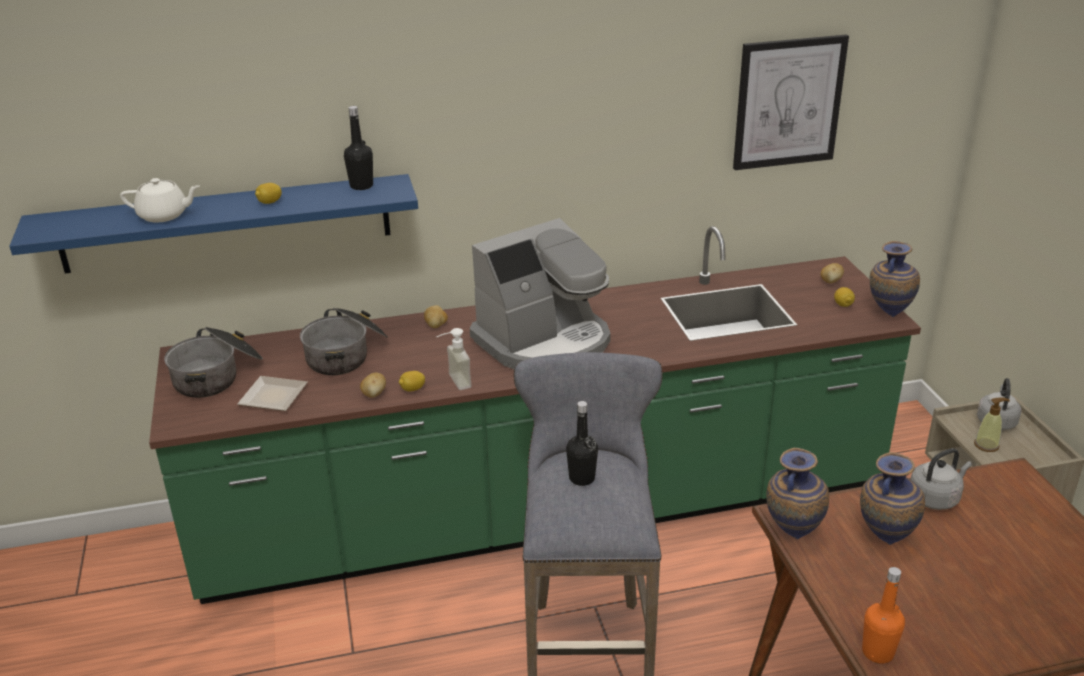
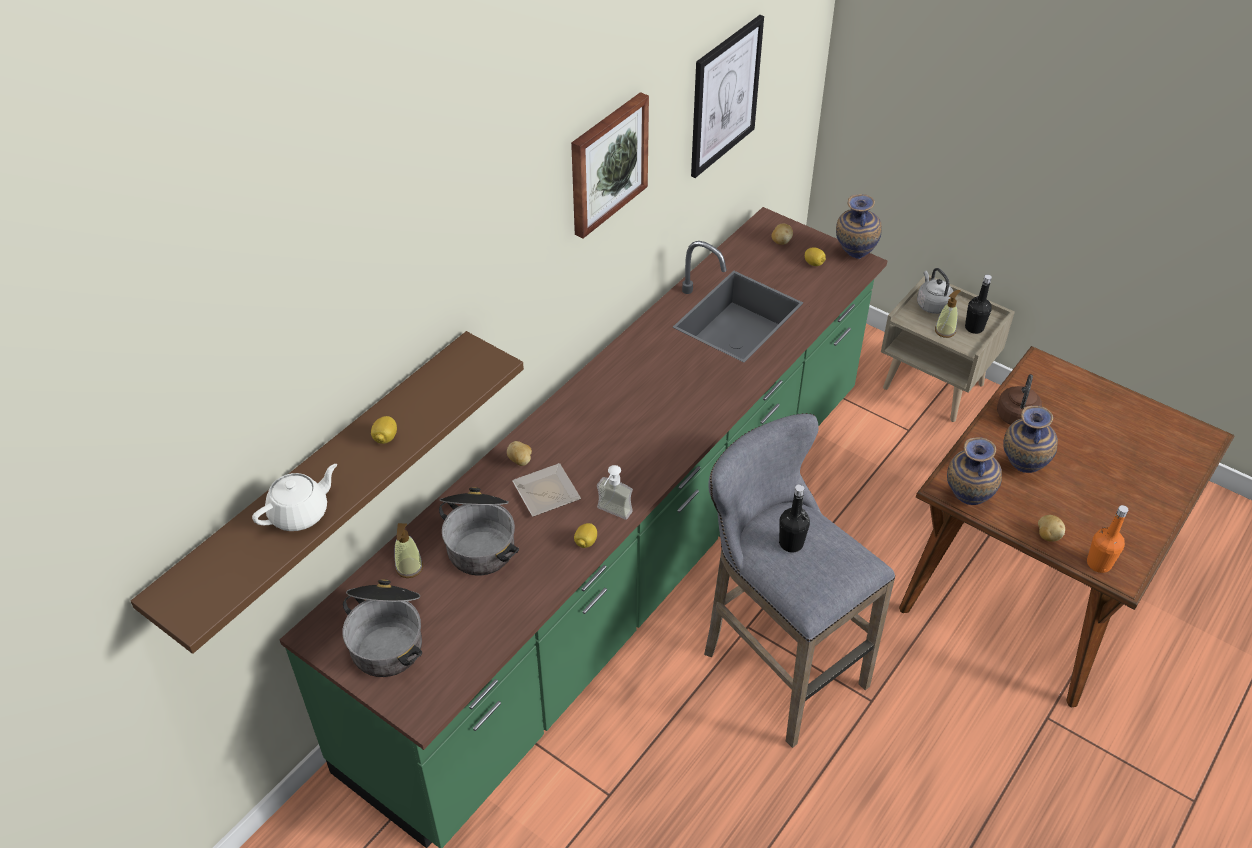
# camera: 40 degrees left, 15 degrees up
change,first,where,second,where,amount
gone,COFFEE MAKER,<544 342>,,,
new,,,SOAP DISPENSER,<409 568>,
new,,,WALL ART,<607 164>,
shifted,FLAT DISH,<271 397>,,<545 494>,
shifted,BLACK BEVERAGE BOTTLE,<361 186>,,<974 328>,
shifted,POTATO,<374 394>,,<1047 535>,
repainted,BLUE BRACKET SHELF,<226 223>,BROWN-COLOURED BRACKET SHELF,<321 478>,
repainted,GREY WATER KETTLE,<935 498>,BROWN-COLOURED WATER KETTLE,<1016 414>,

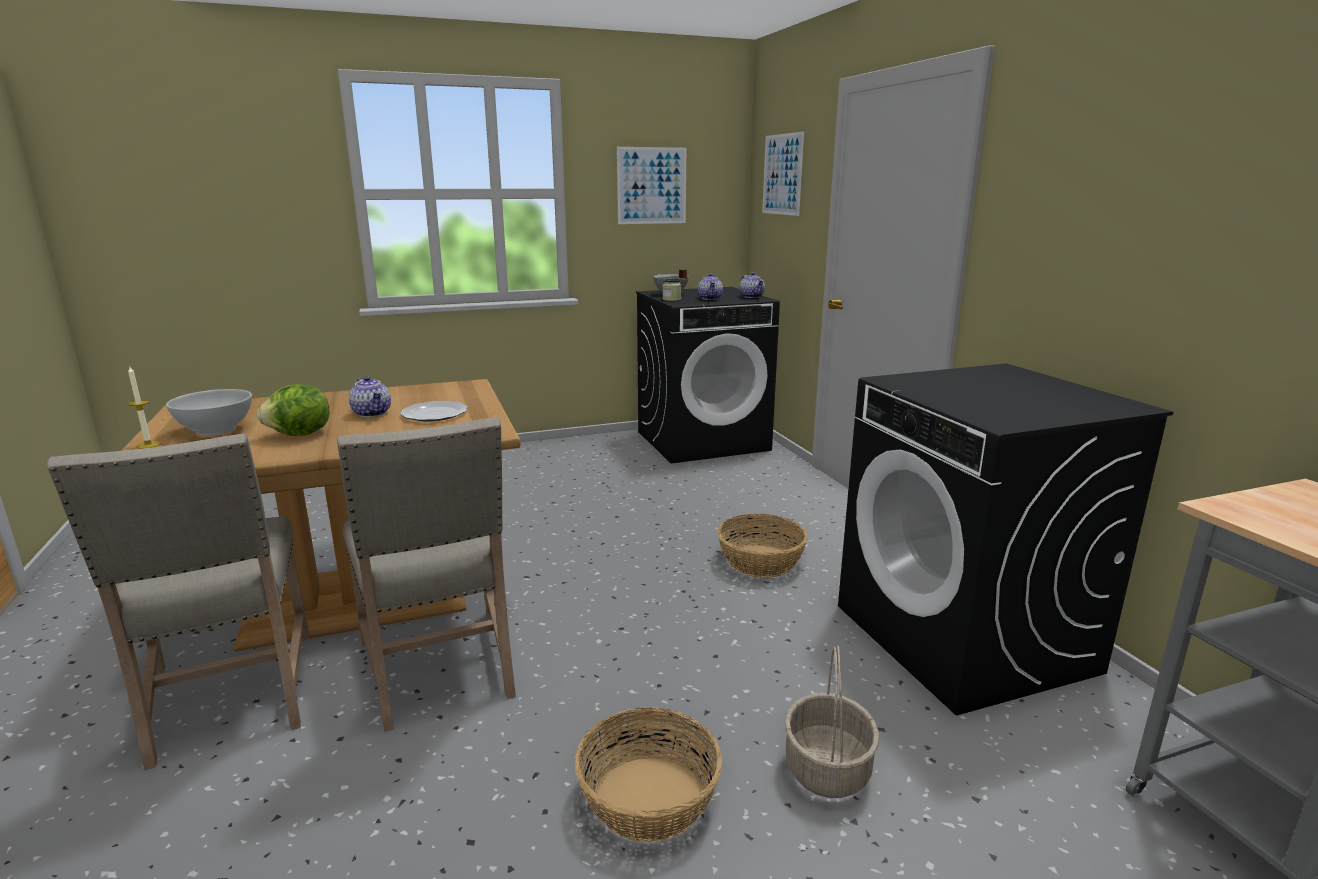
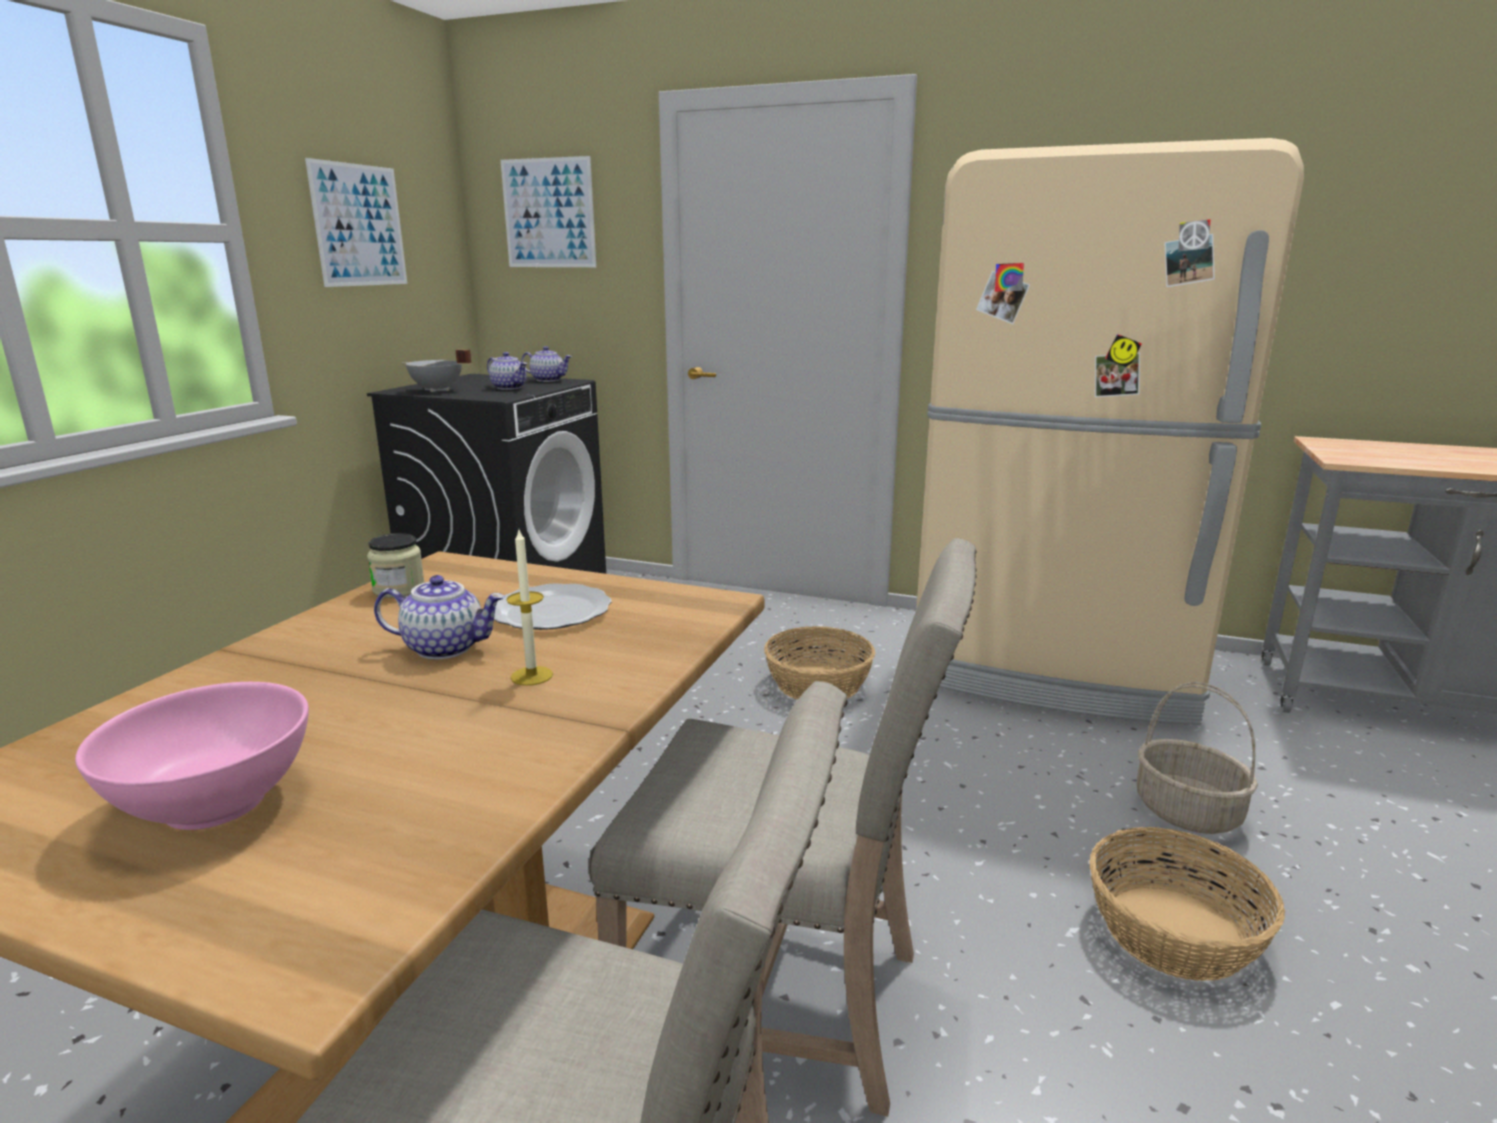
# camera: 50 degrees left, 0 degrees up
change,first,where,second,where,amount
gone,HEAD OF LETTUCE,<300 435>,,,
shifted,CANDLE,<148 445>,,<532 676>,
shifted,JAR,<671 299>,,<399 589>,
swapped,BLACK LAUNDRY MACHINE,<964 638>,SAND-COLOURED REFRIGERATOR,<1052 667>,
repainted,WHITE DEEP DISH,<215 430>,PINK-COLOURED DEEP DISH,<214 804>,

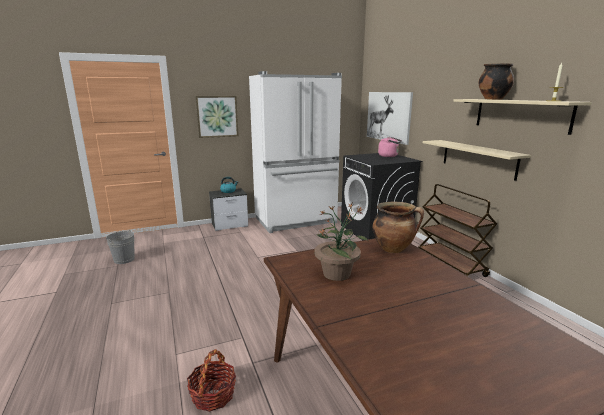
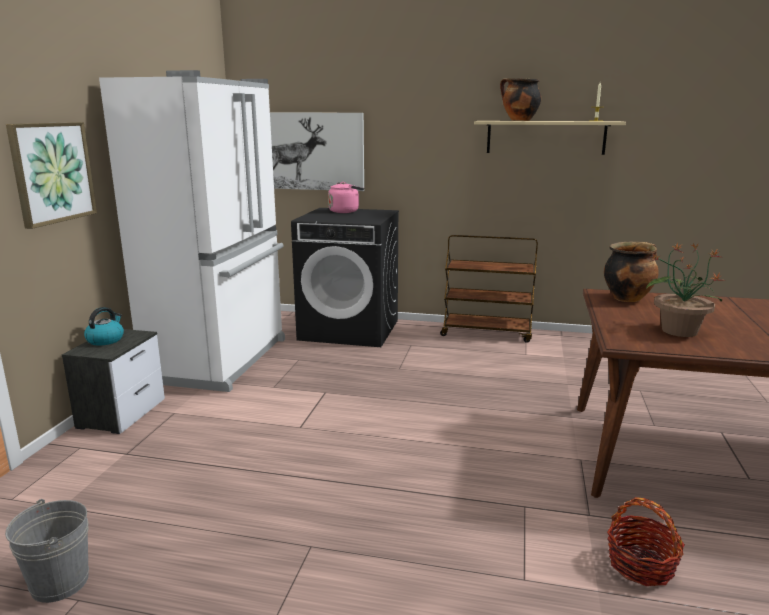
# camera: 55 degrees left, 0 degrees up
change,first,where,second,where,amount
gone,SAND-COLOURED BRACKET SHELF,<478 158>,,,

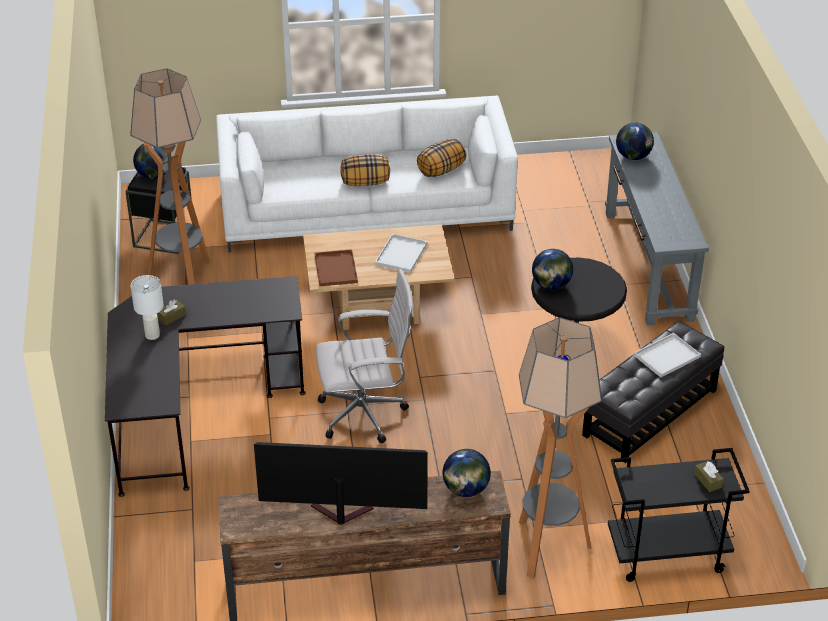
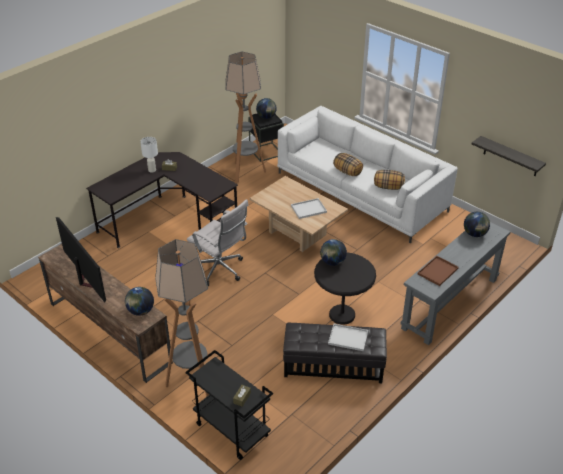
# camera: 50 degrees right, 0 degrees up
change,first,where,second,where,amount
new,,,BRACKET SHELF,<510 156>,
shifted,BROWN-COLOURED CARRYING TRAY,<336 269>,,<437 272>,

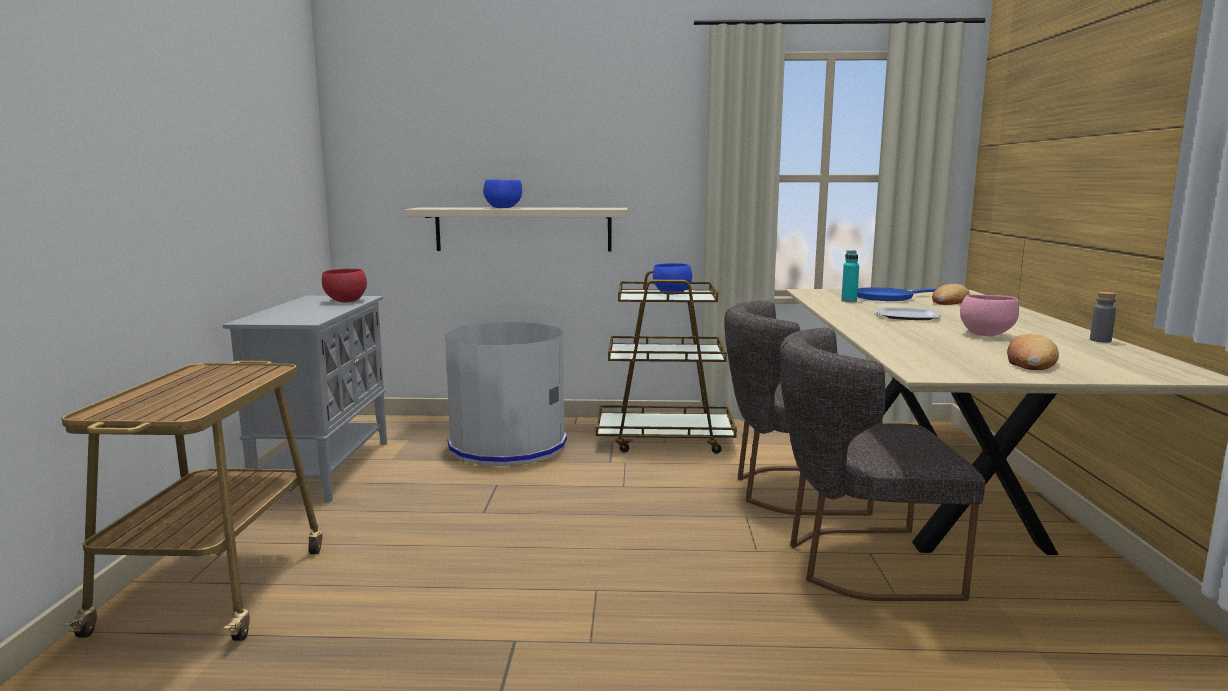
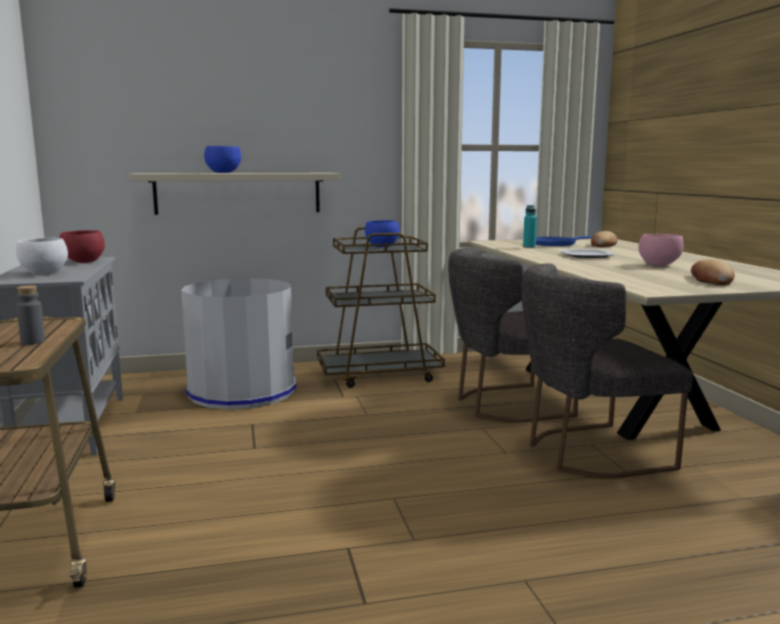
# camera: 15 degrees left, 0 degrees up
change,first,where,second,where,amount
new,,,WHITE DEEP DISH,<43 273>,
shifted,GREY BEVERAGE BOTTLE,<1100 340>,,<33 342>,

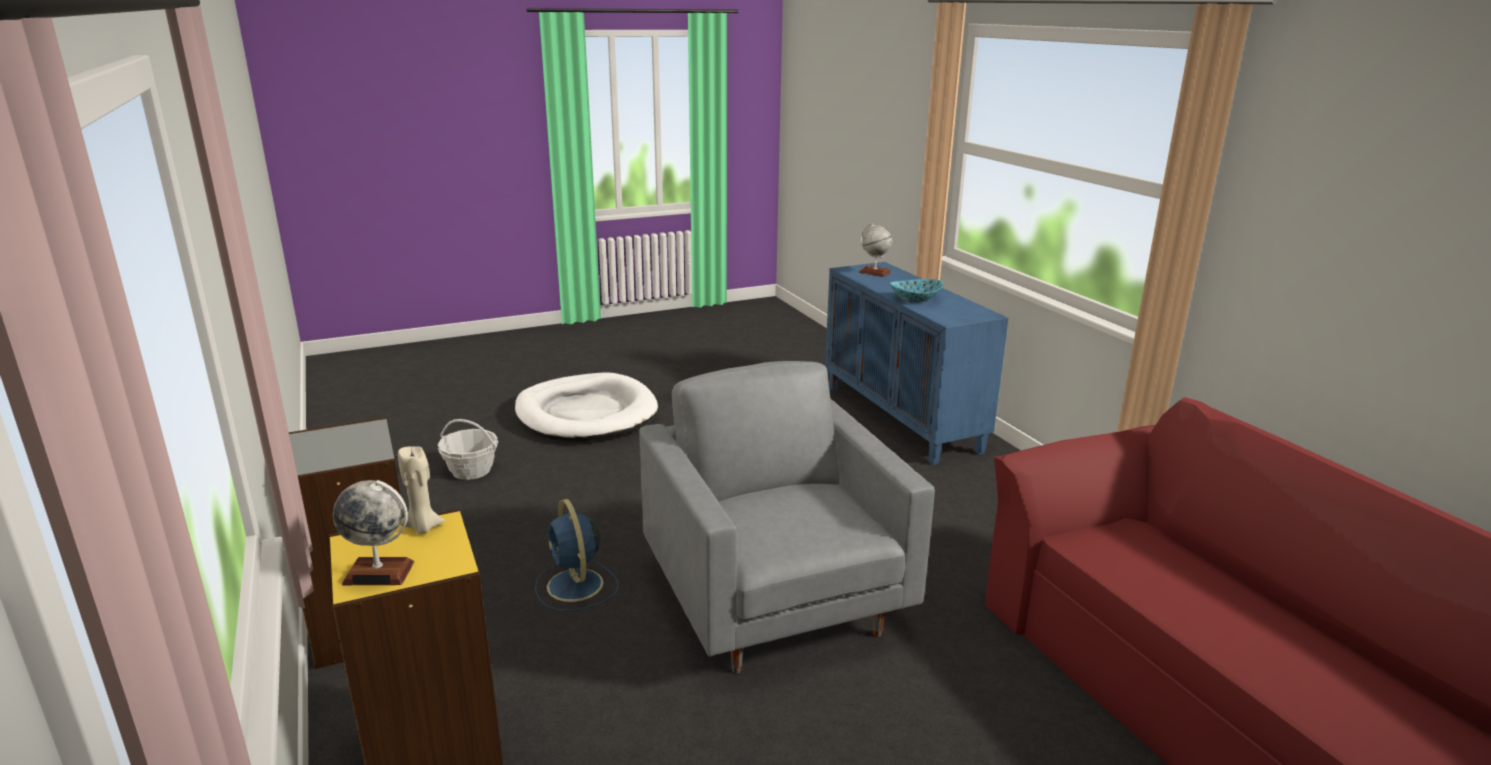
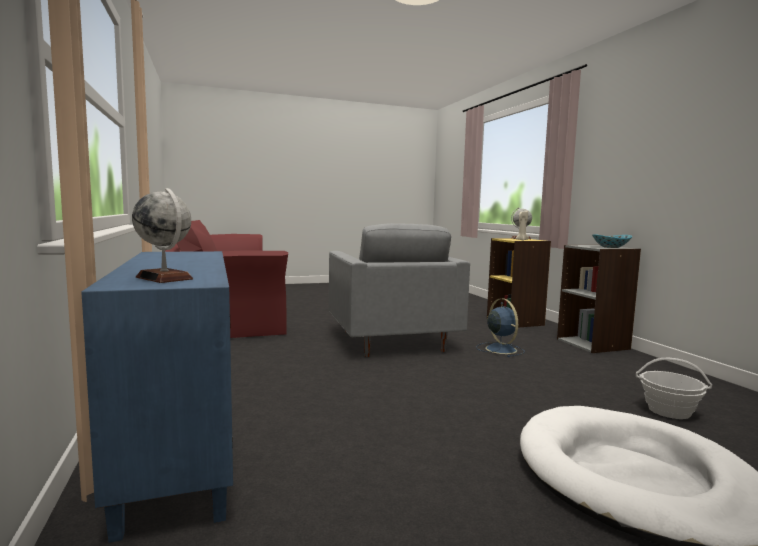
# camera: 175 degrees left, 15 degrees down
change,first,where,second,where,amount
shifted,DEEP DISH,<915 300>,,<610 247>,

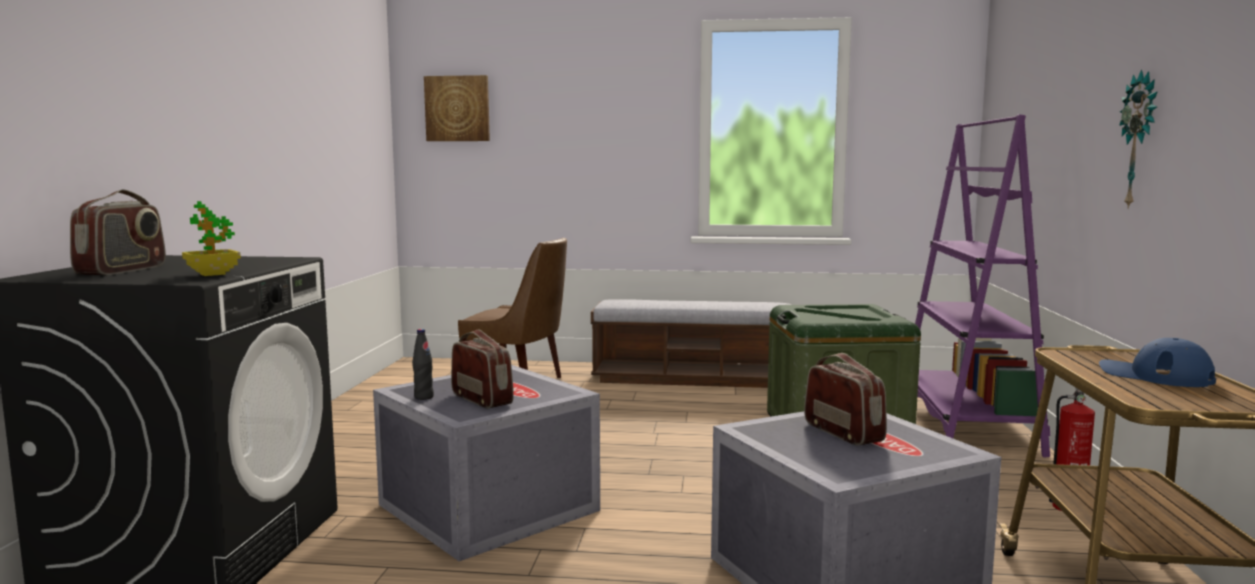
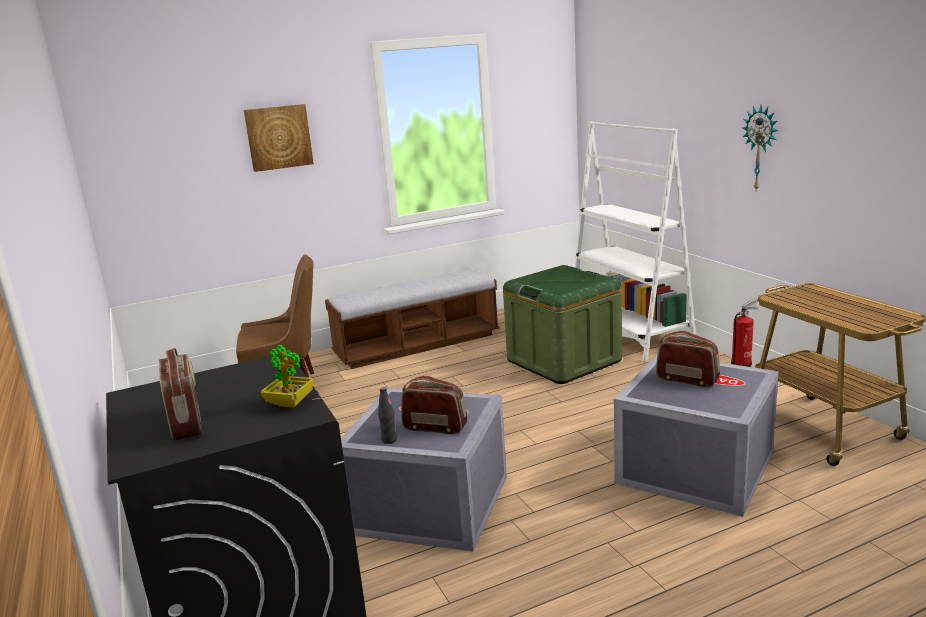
# camera: 30 degrees left, 10 degrees up
change,first,where,second,where,amount
gone,BLUE CAP,<1154 375>,,,
shifted,WALL ART,<457 108>,,<278 137>,
repainted,PURPLISH BOOKSHELF,<966 424>,WHITE BOOKSHELF,<629 334>,

